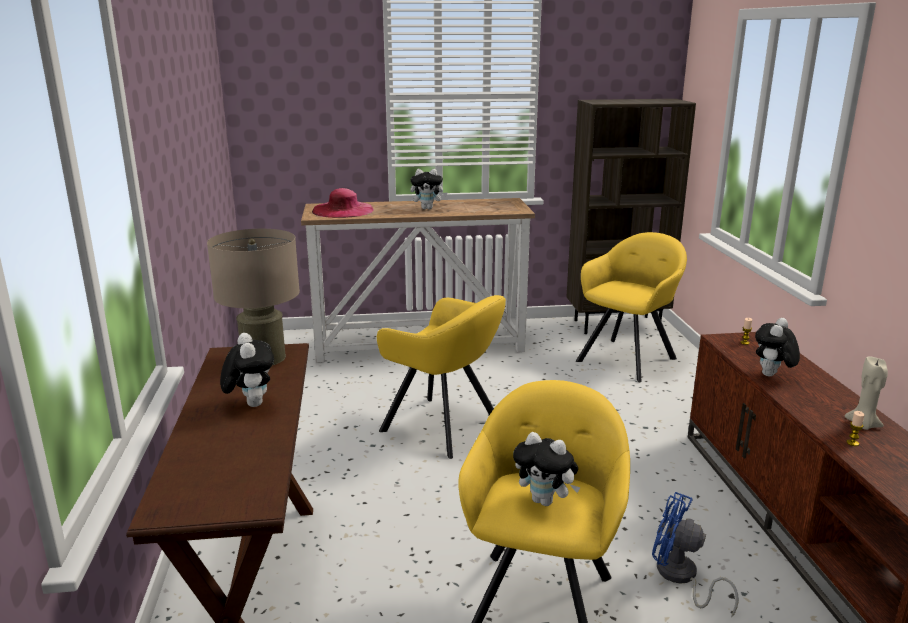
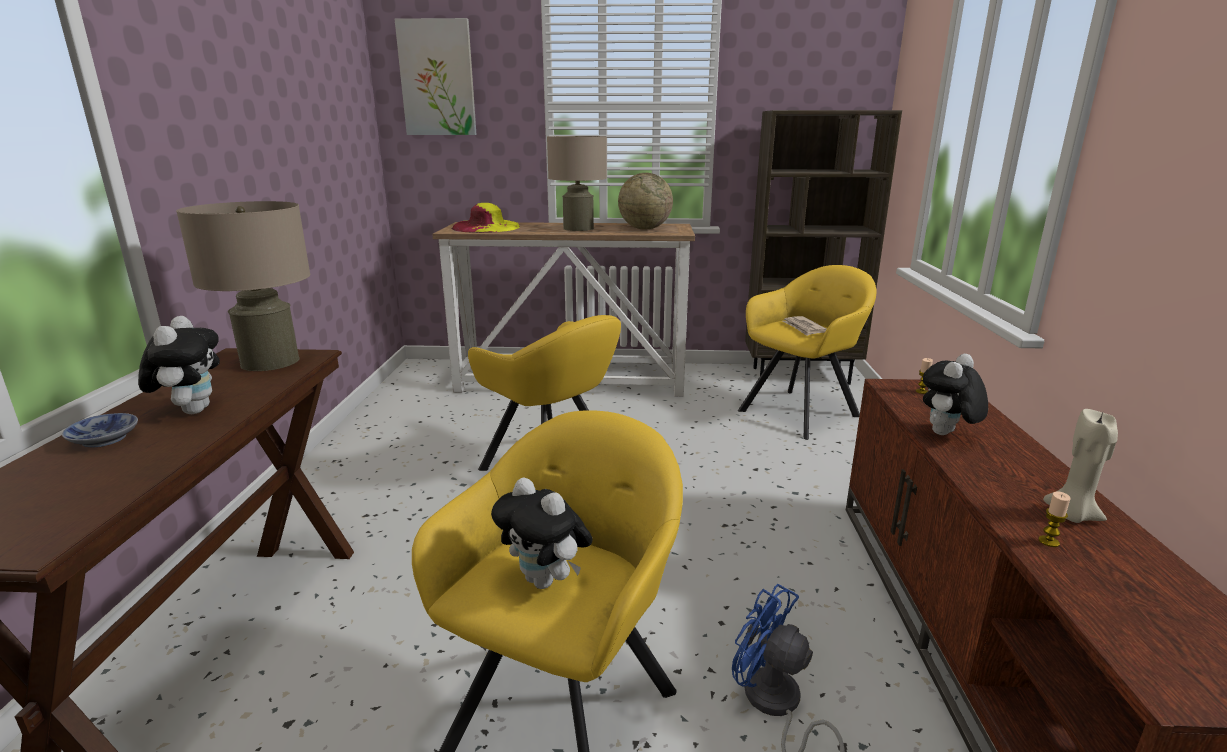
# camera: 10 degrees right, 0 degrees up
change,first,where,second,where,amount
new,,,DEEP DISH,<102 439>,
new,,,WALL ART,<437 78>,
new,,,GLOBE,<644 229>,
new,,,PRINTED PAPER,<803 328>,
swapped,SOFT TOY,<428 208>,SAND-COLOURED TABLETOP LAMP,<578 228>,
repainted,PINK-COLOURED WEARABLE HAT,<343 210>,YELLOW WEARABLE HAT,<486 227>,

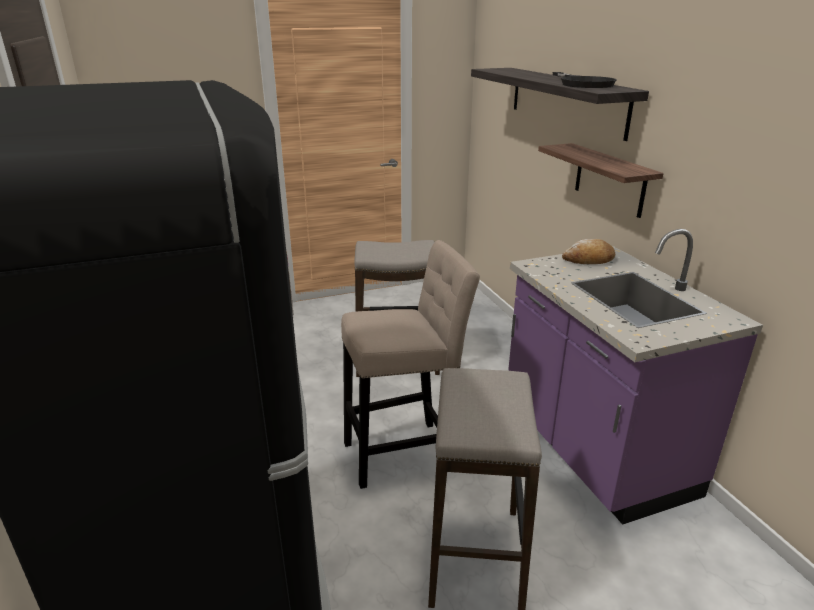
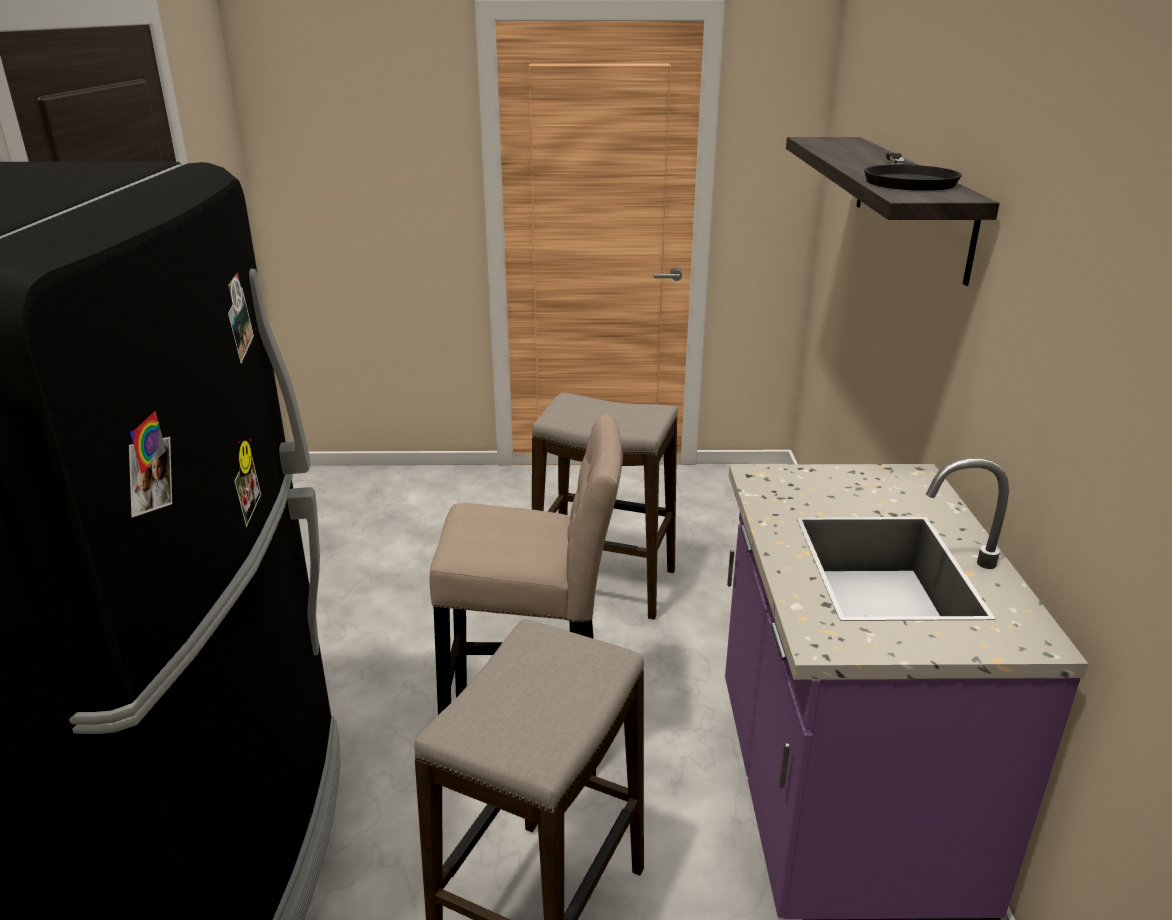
# camera: 20 degrees right, 0 degrees up
change,first,where,second,where,amount
gone,BRACKET SHELF,<609 180>,,,
gone,BAKED BREAD,<588 260>,,,

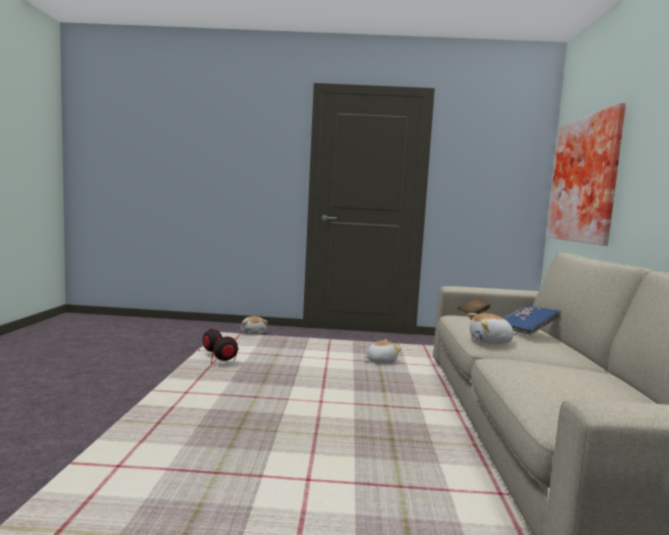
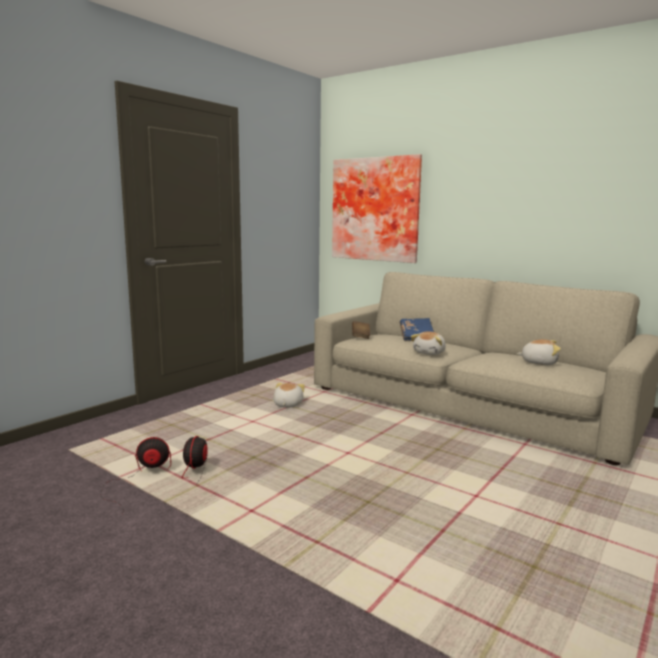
# camera: 55 degrees left, 5 degrees up
change,first,where,second,where,amount
shifted,SOFT TOY,<253 333>,,<539 362>,

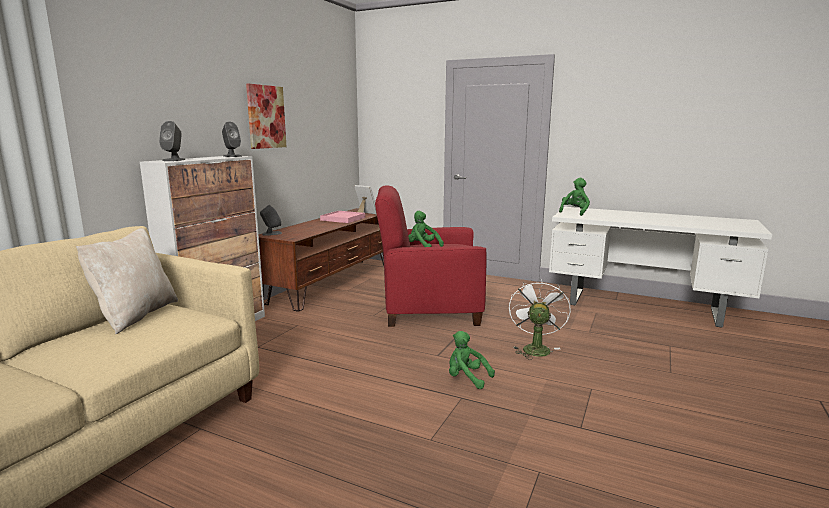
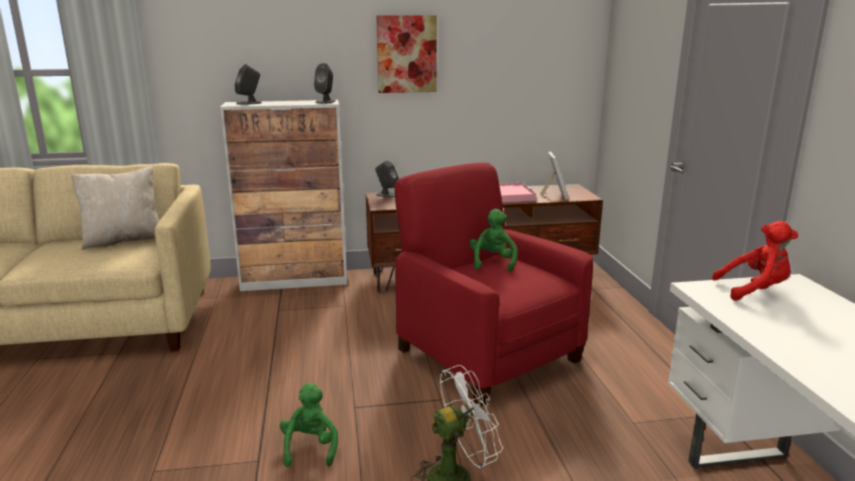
# camera: 55 degrees right, 5 degrees up
change,first,where,second,where,amount
repainted,GREENISH SOFT TOY,<574 212>,RED-COLOURED SOFT TOY,<754 290>,

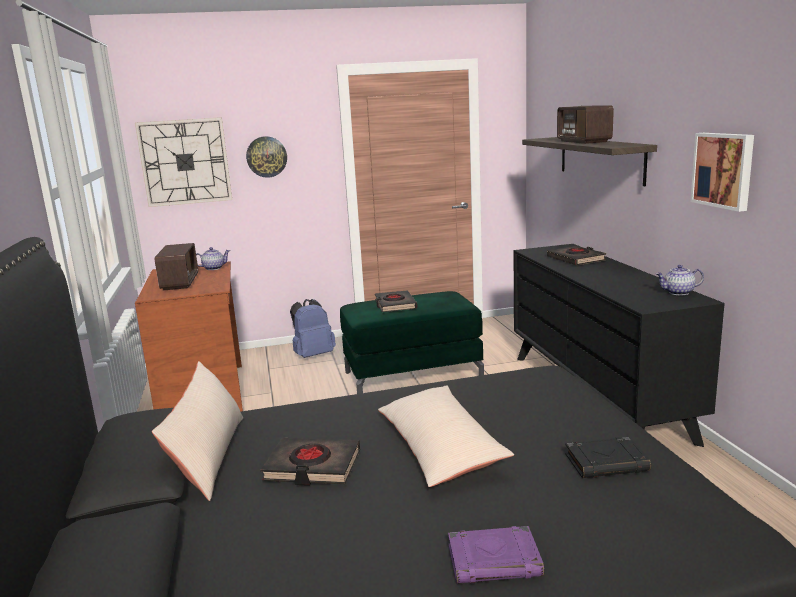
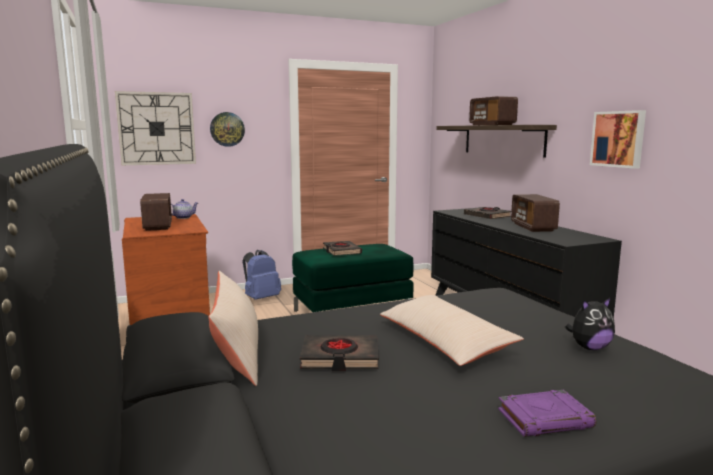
# camera: 10 degrees left, 5 degrees down
change,first,where,second,where,amount
gone,POT FOR TEA,<678 293>,,,
new,,,RADIO SET,<533 227>,
swapped,BLACK VOLUME,<607 462>,SOFT TOY,<589 347>,

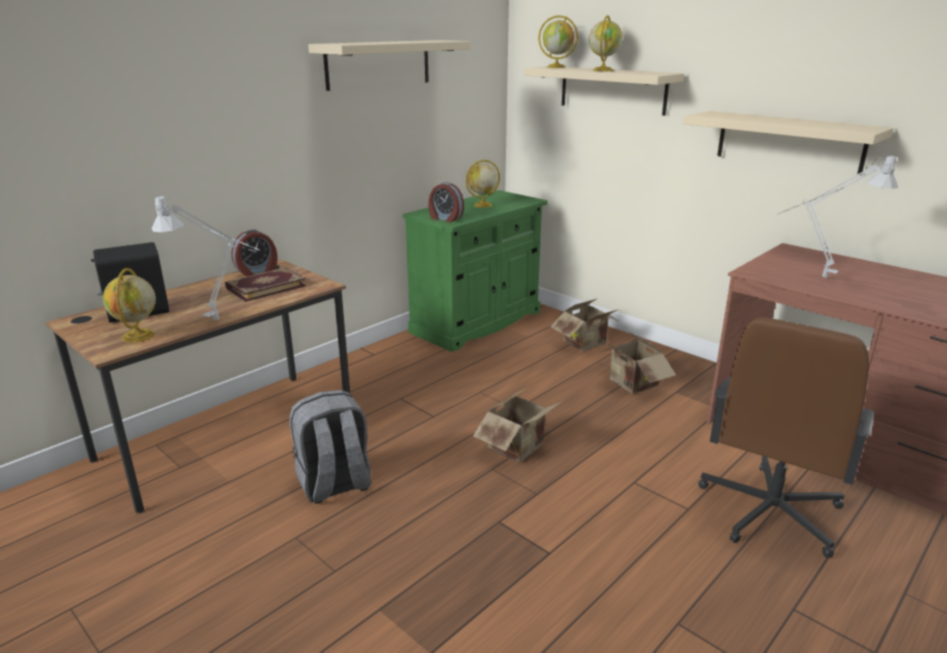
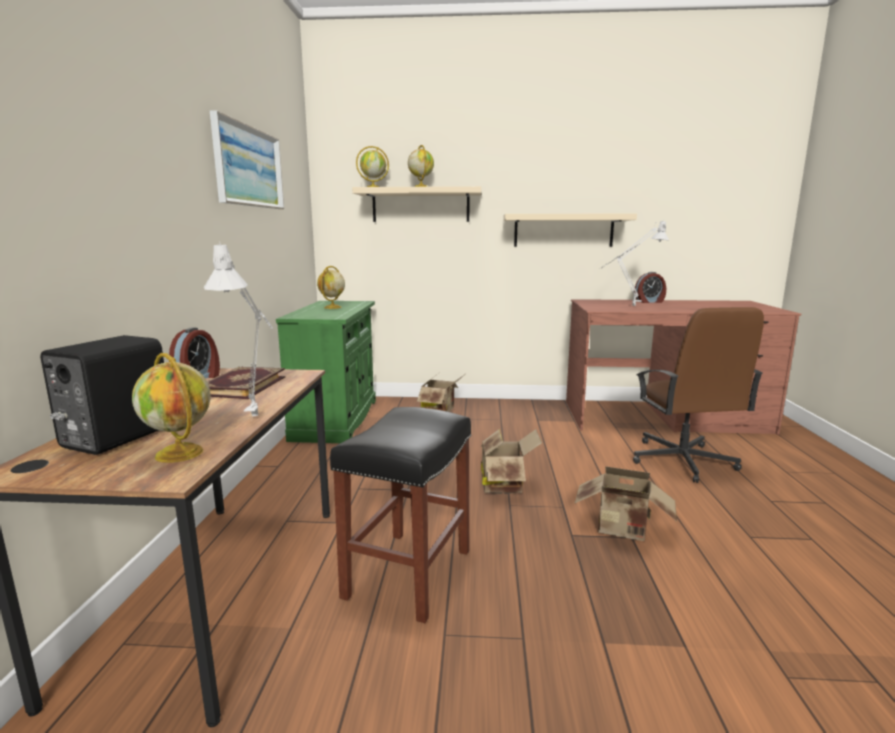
# camera: 40 degrees left, 10 degrees down
change,first,where,second,where,amount
shifted,TABLE CLOCK,<445 219>,,<649 302>,
shifted,CARDBOARD BOX,<631 385>,,<623 530>,
swapped,GREY KNAPSACK,<334 485>,BLACK SITTING STOOL,<408 574>,
swapped,SAND-COLOURED BRACKET SHELF,<378 64>,WALL ART,<249 167>,

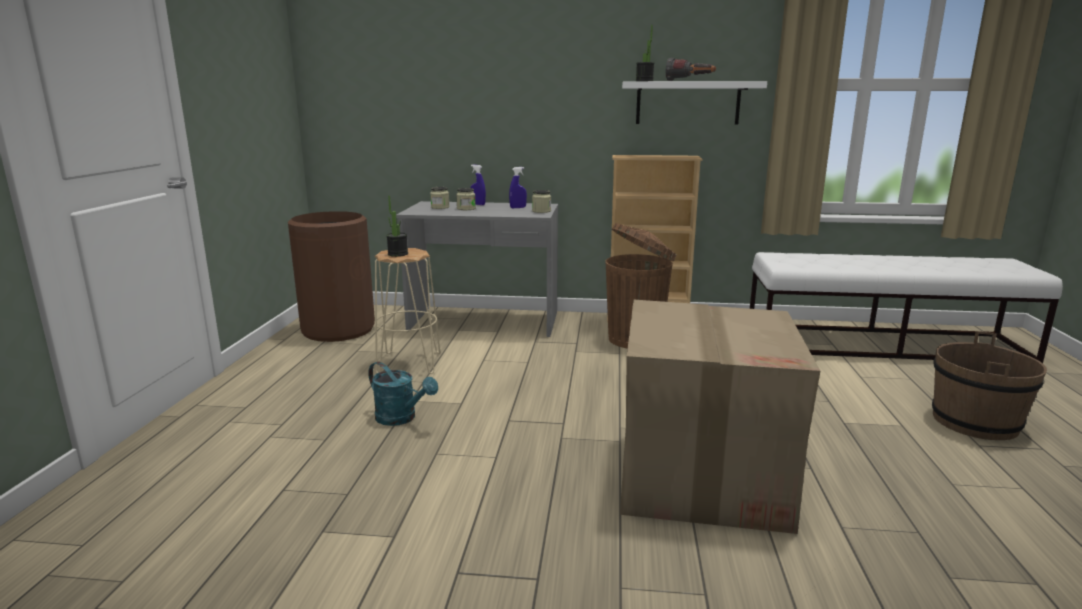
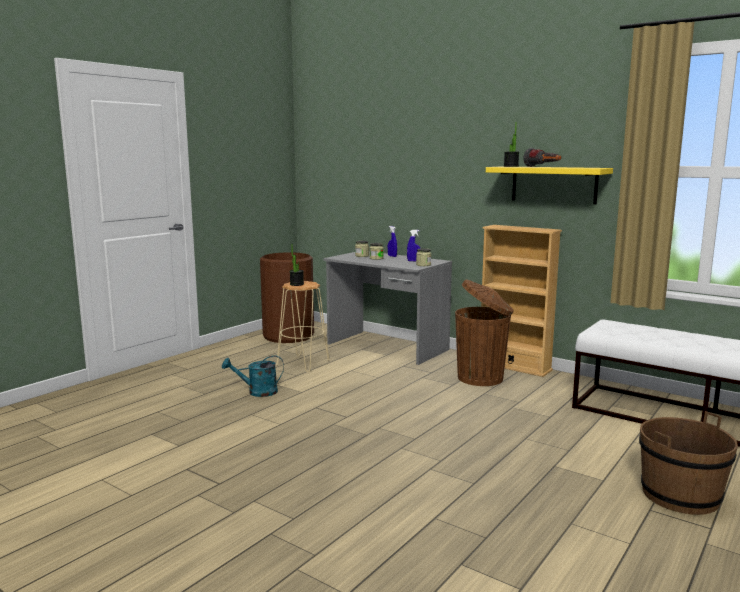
# camera: 30 degrees right, 5 degrees down
change,first,where,second,where,amount
gone,CARDBOARD BOX,<702 475>,,,
repainted,WHITE BRACKET SHELF,<687 103>,YELLOW BRACKET SHELF,<554 184>,
rotated,TURQUOISE-COLOURED WATERING POT,<401 418>,,<257 392>,105 degrees clockwise

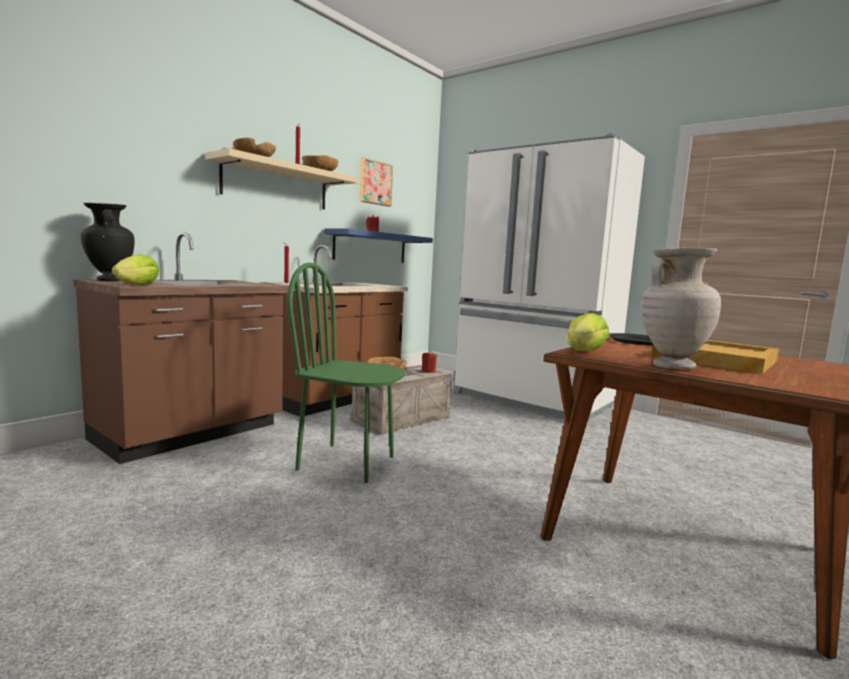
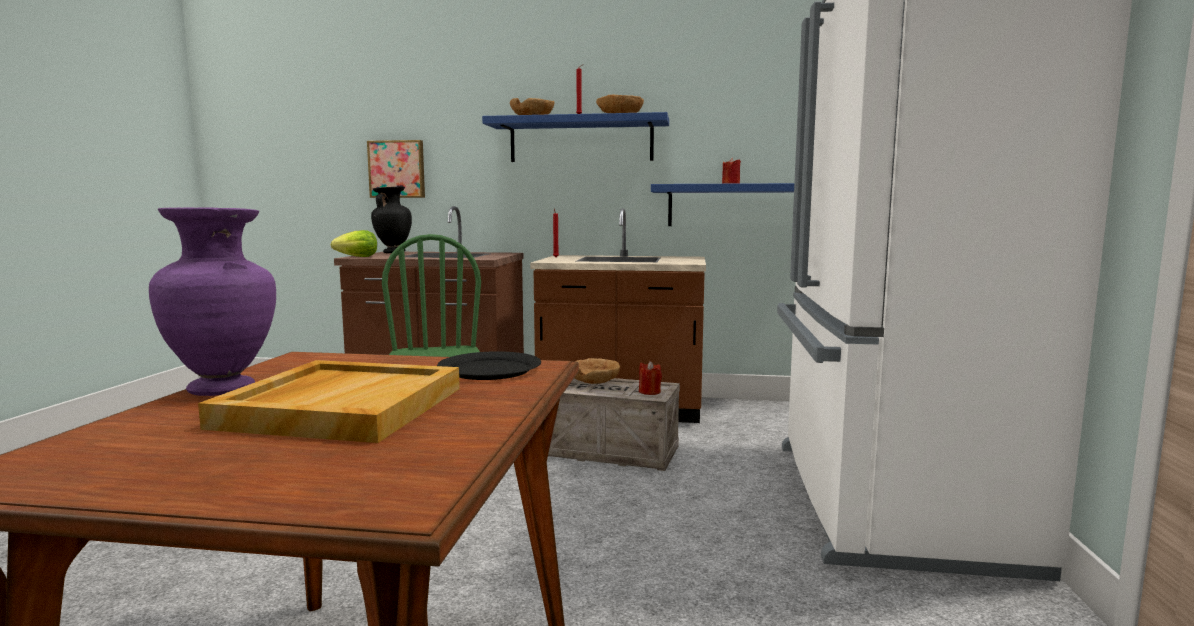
# camera: 60 degrees right, 0 degrees up
change,first,where,second,where,amount
gone,HEAD OF LETTUCE,<584 352>,,,
shifted,WALL ART,<374 183>,,<397 169>,
repainted,SAND-COLOURED BRACKET SHELF,<276 185>,BLUE BRACKET SHELF,<581 141>,
repainted,SAND-COLOURED FLOWER VASE,<671 366>,PURPLISH FLOWER VASE,<224 390>,

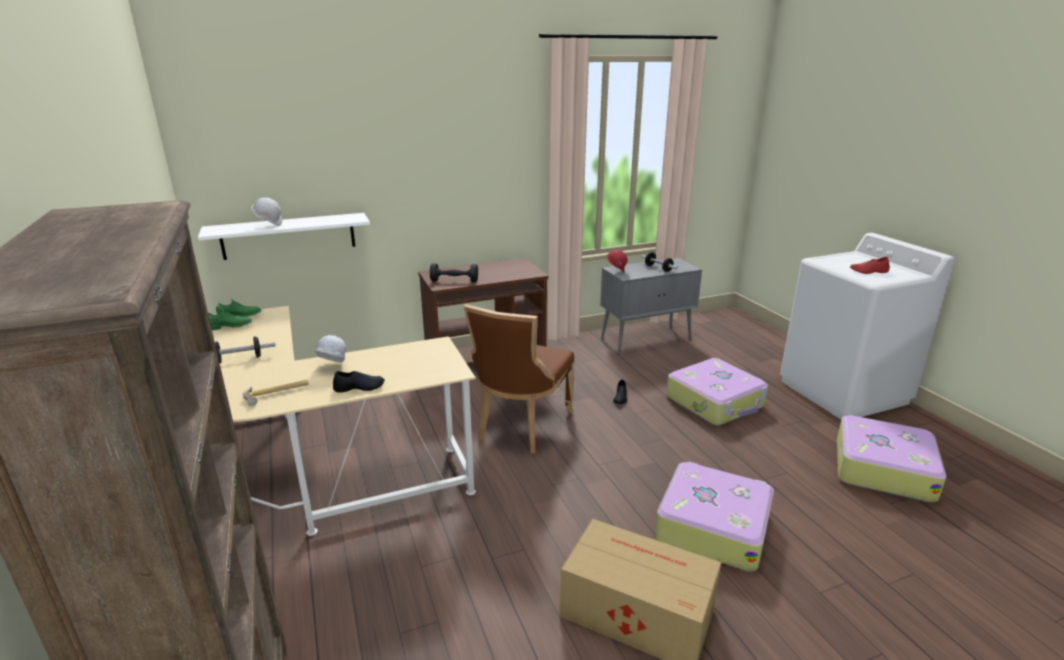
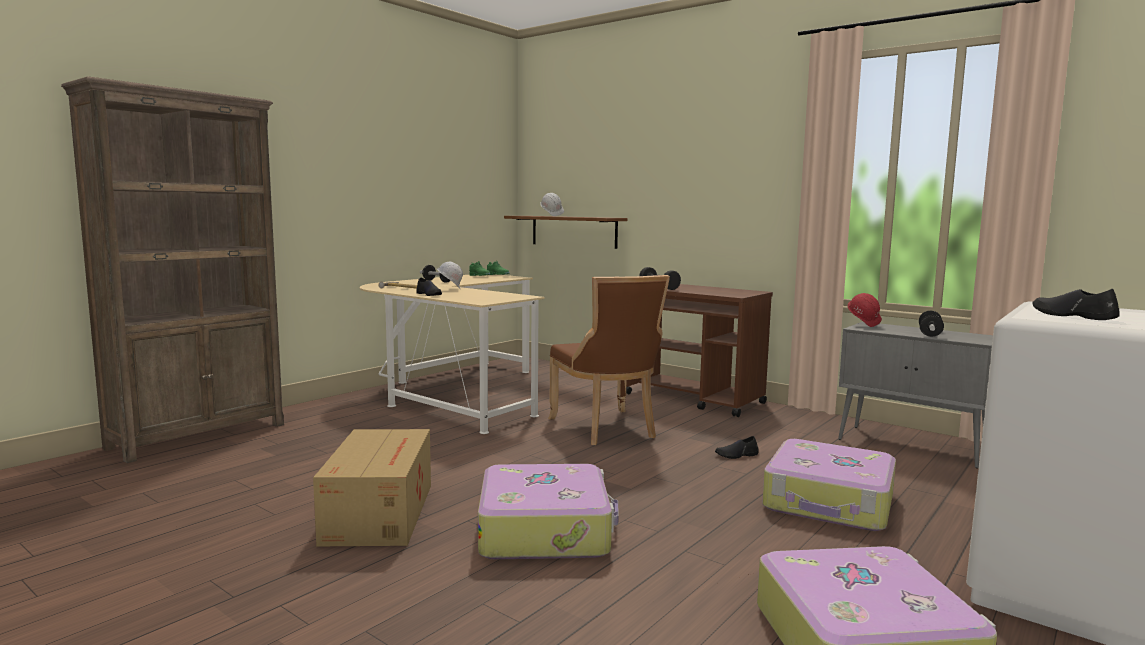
# camera: 60 degrees right, 15 degrees down
change,first,where,second,where,amount
repainted,WHITE BRACKET SHELF,<289 236>,BROWN-COLOURED BRACKET SHELF,<573 231>,
repainted,RED-COLOURED SHOE,<868 271>,BLACK SHOE,<1072 316>,
rotated,BROWN-COLOURED UPRIGHT CHAIR,<521 426>,,<606 429>,105 degrees counterclockwise

